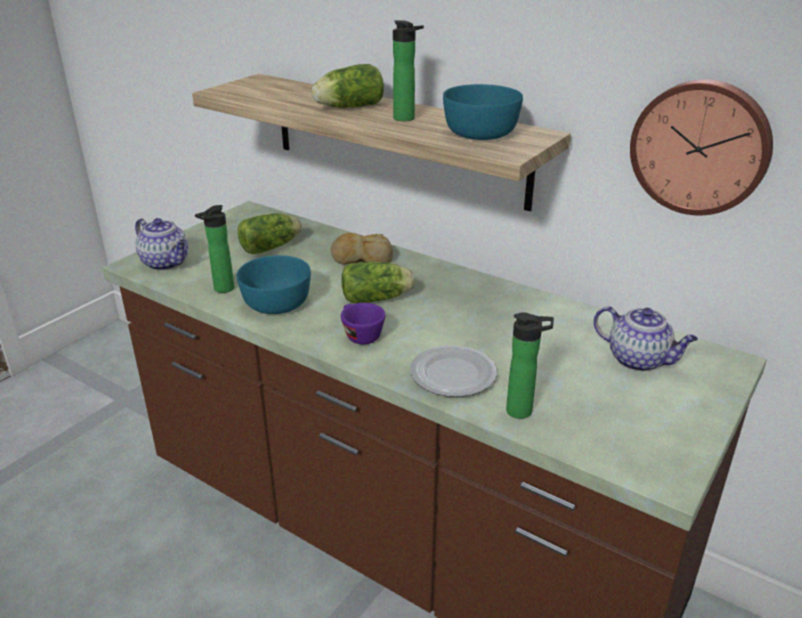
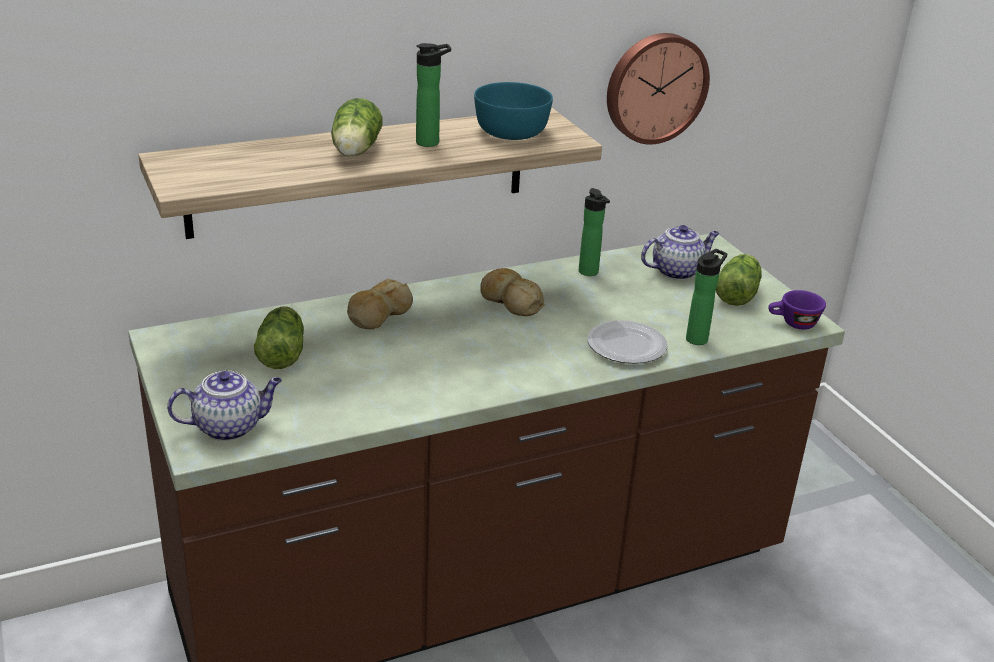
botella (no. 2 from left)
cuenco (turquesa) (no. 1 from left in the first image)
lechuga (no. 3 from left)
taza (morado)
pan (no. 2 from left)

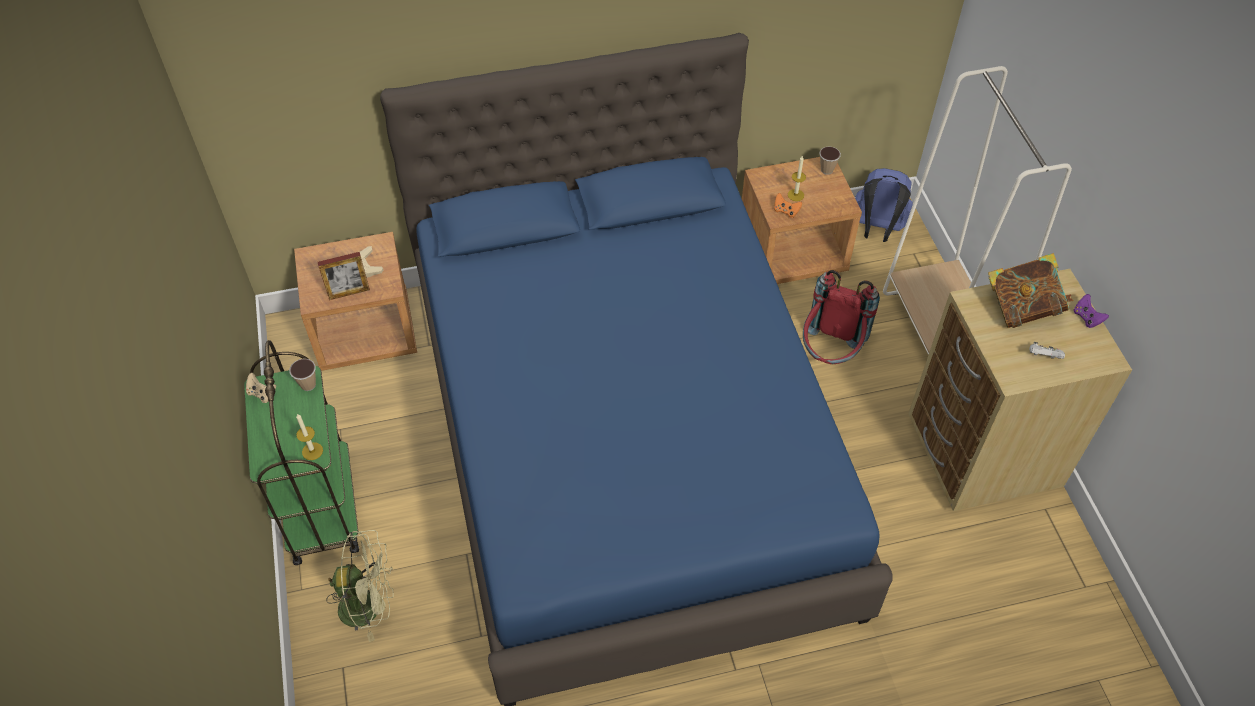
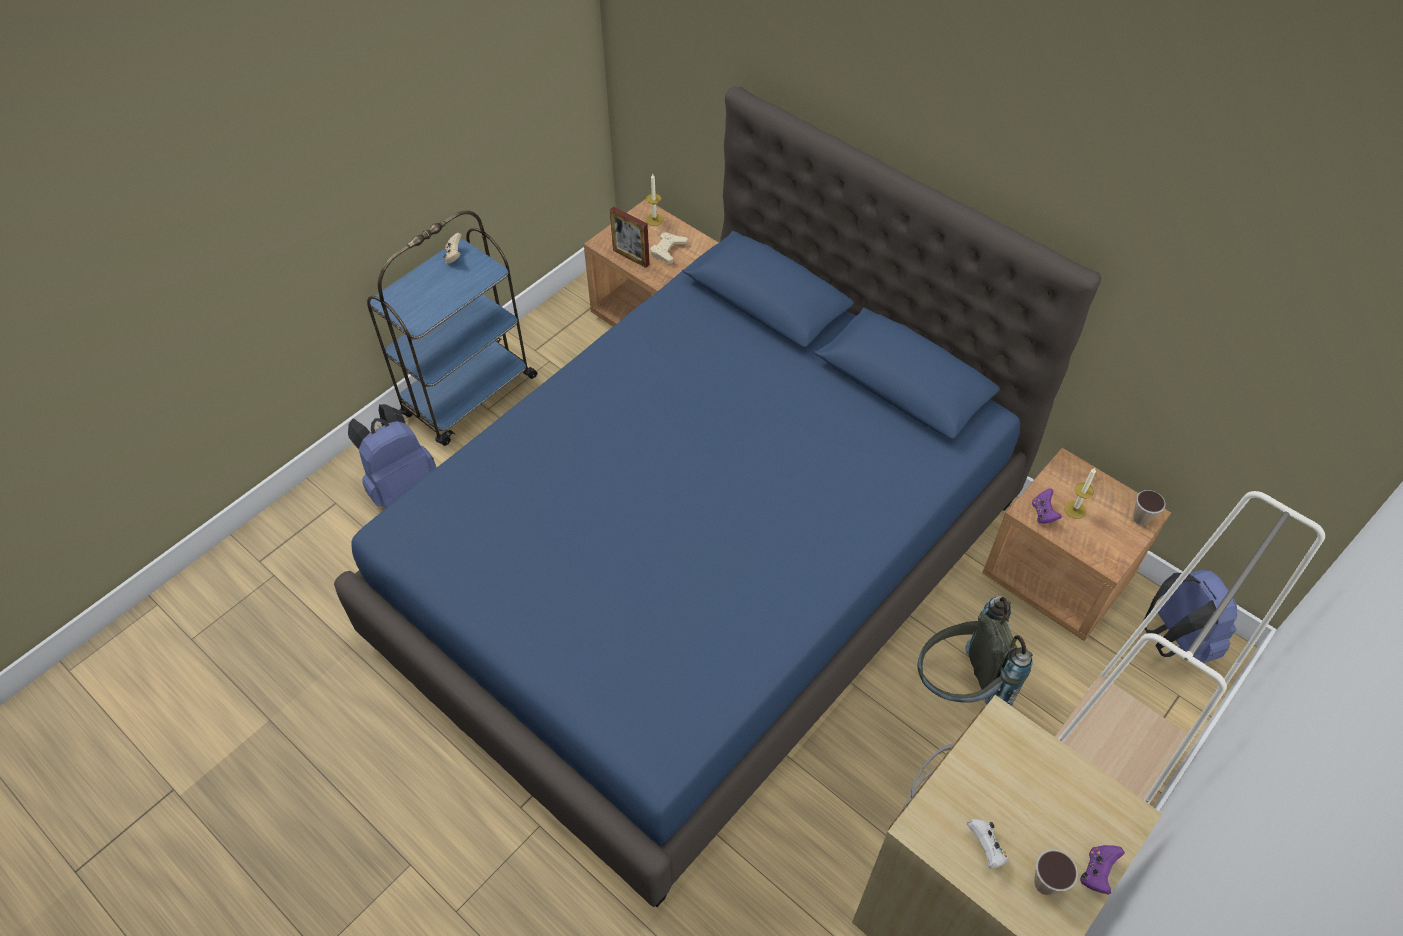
carrito (azul)
taza (no. 1 from left)
vela (no. 1 from left)
mochila (azul) (no. 1 from left)
mando de consola (morado) (no. 1 from left)
mochila (gris)
libro

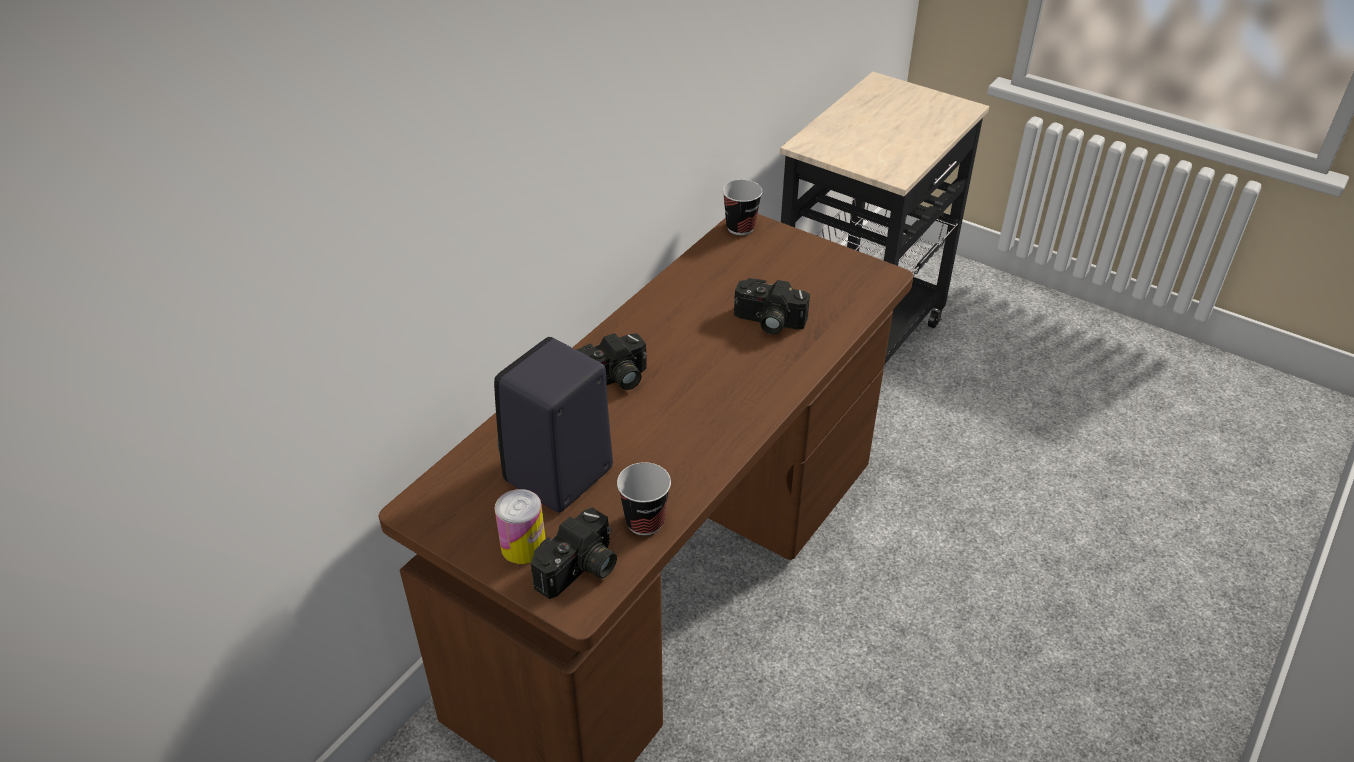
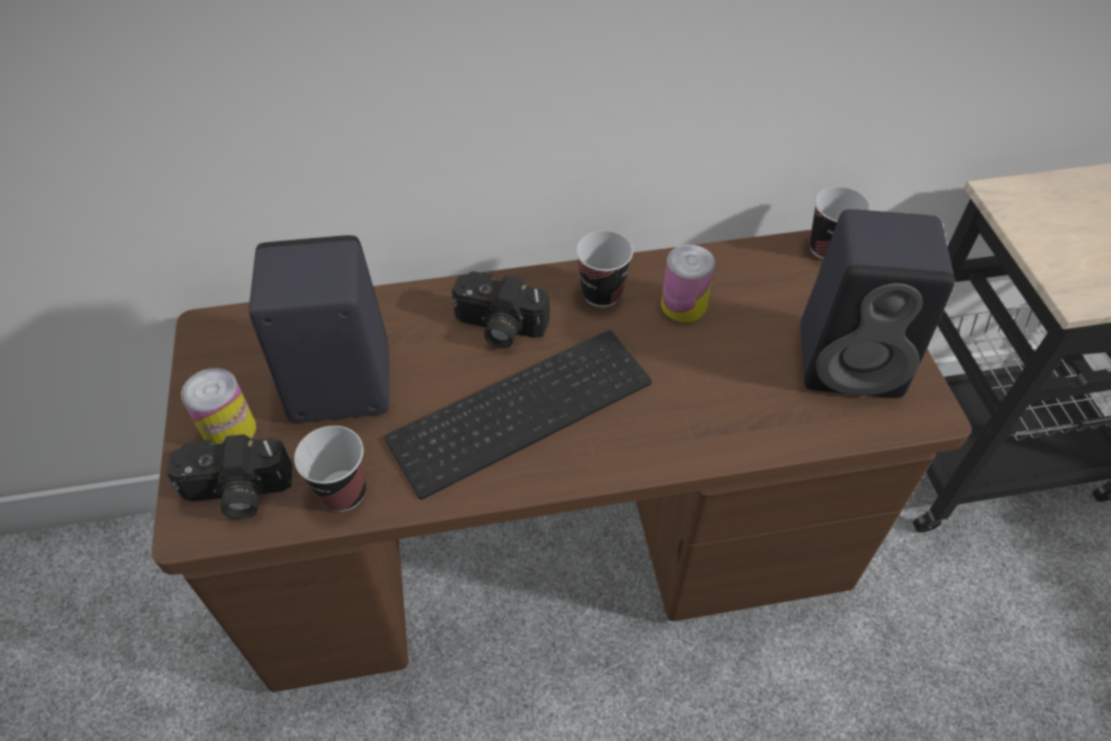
cámara (no. 3 from left in the first image)
teclado
taza (no. 2 from left)
lata (no. 2 from left)
altavoz (negro) (no. 2 from left)

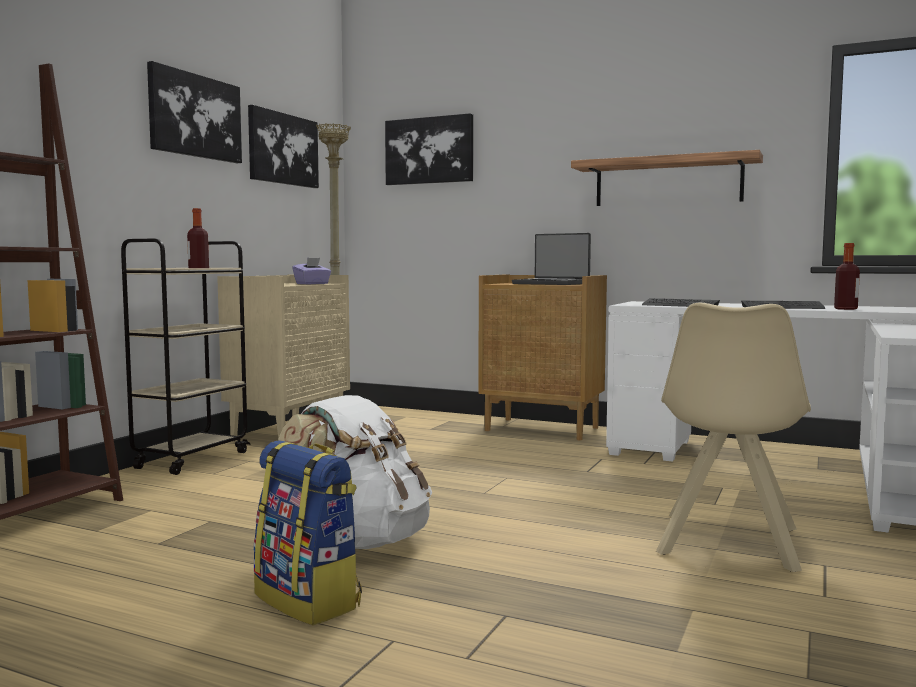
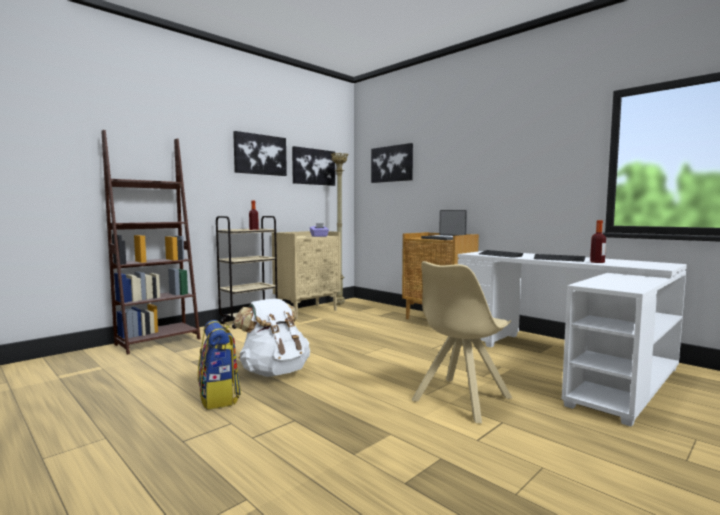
estante

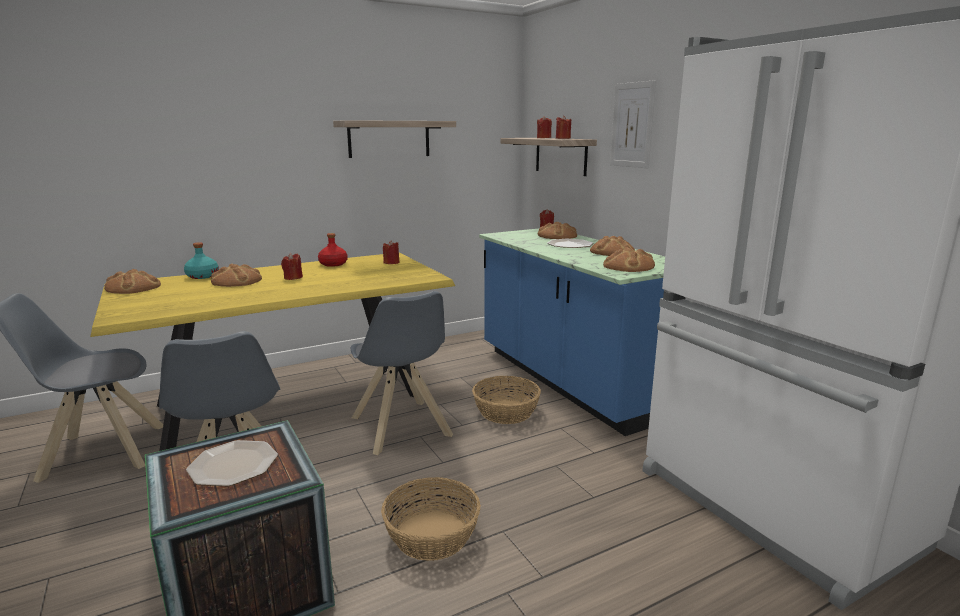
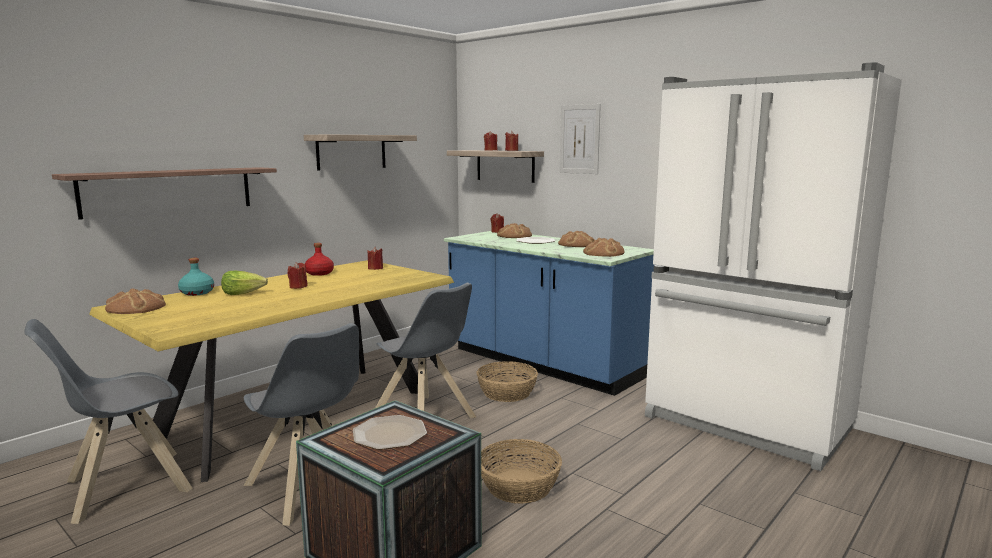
lechuga
estante (no. 1 from left)

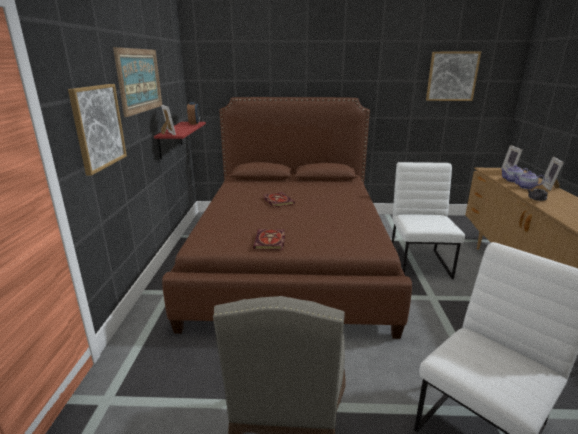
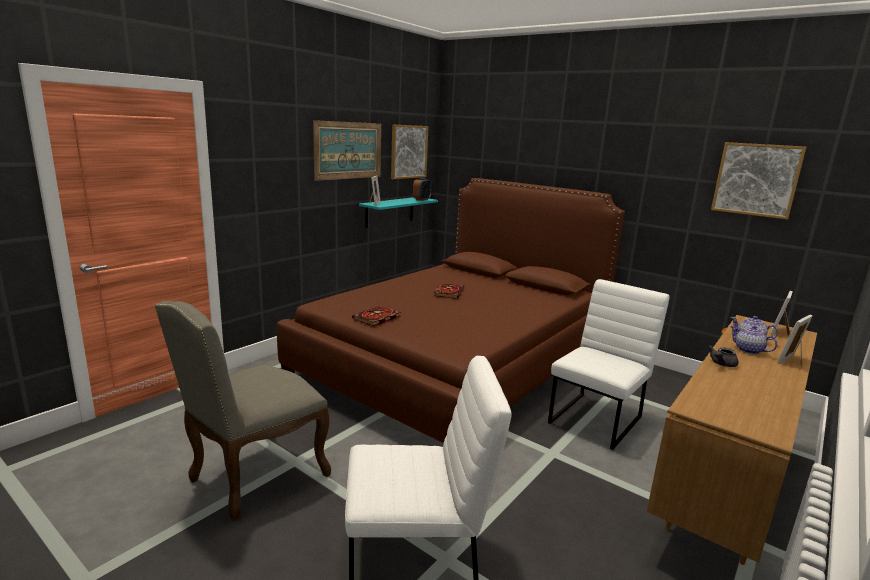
cuadro (no. 2 from left)
estante (turquesa)

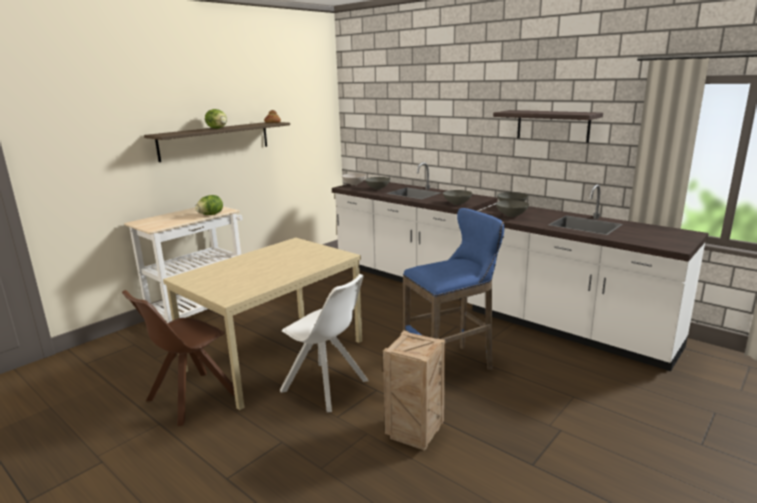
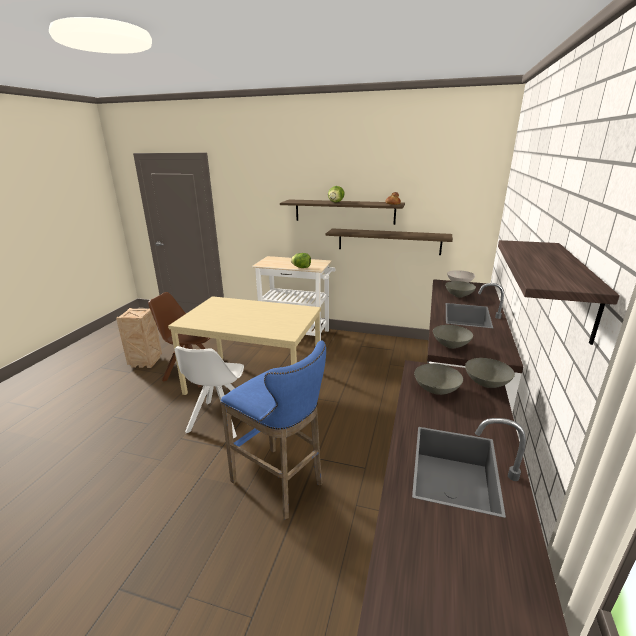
caja de embalaje
estante (no. 2 from left)

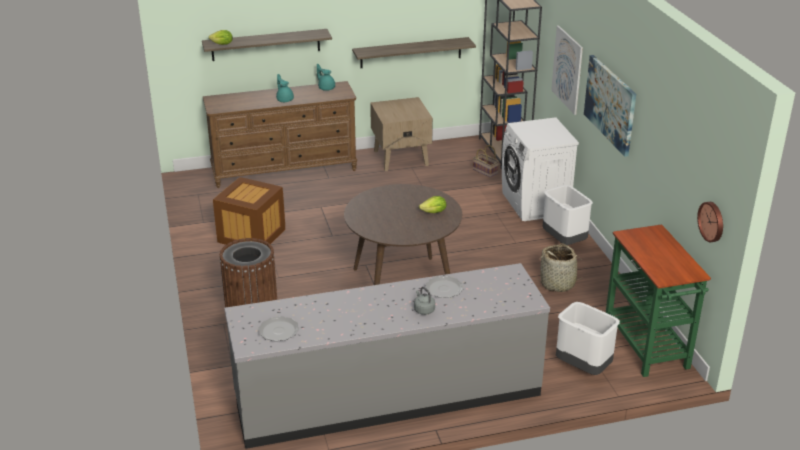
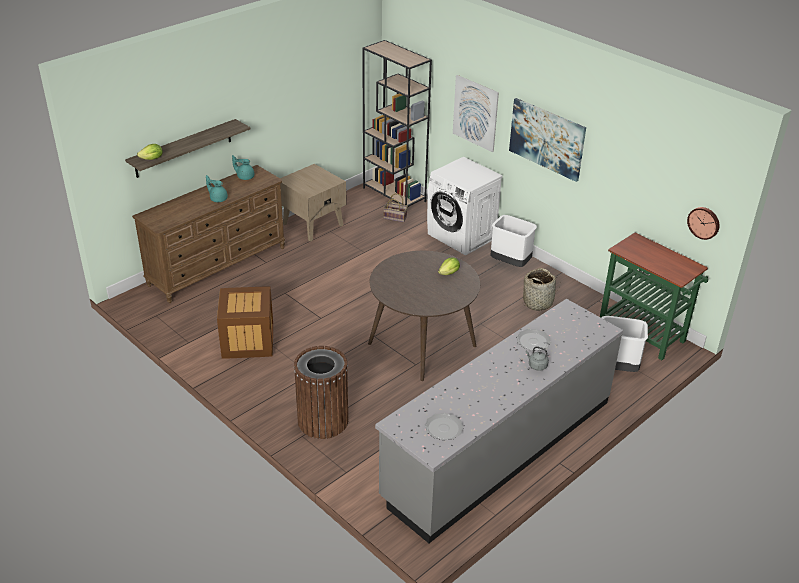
estante (no. 2 from left in the first image)

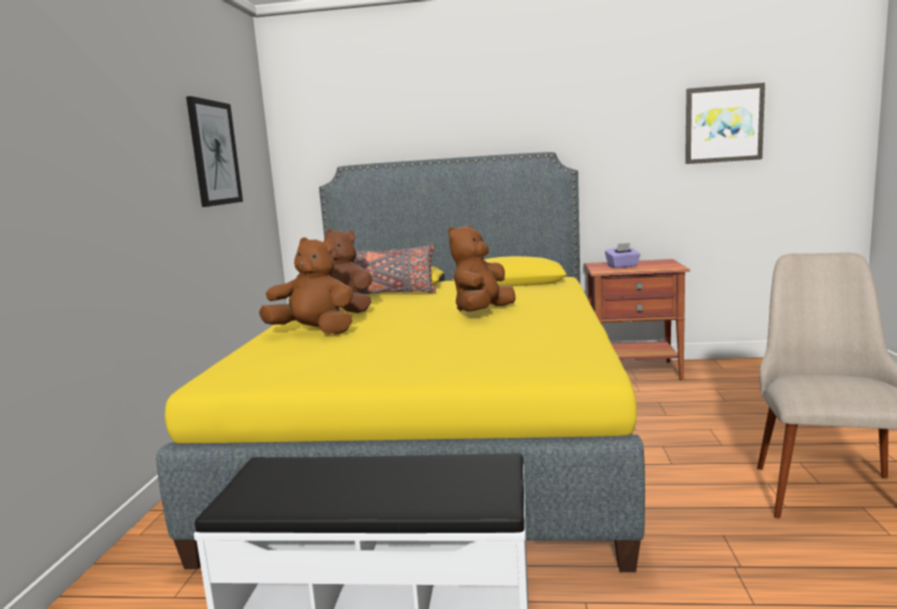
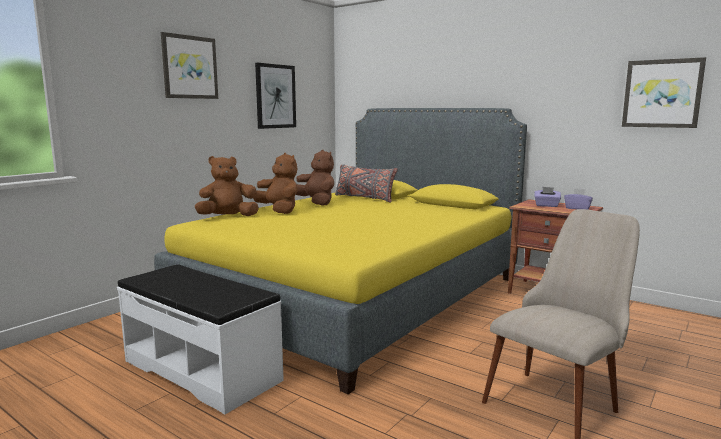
peluche (marrón) (no. 1 from left)
cuadro (no. 1 from left)
caja de pañuelos (morado) (no. 2 from left)

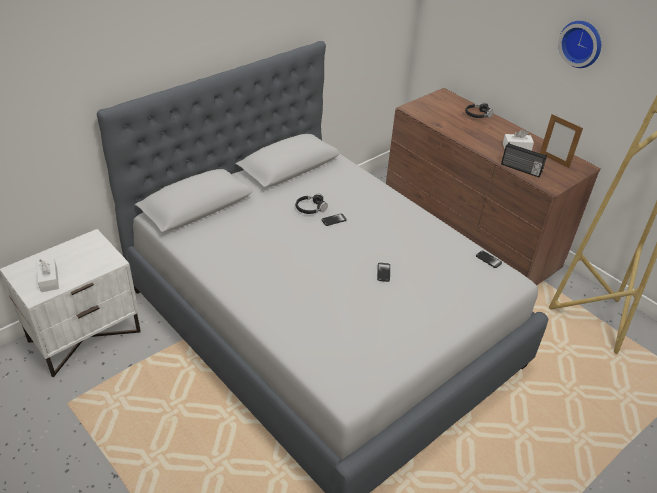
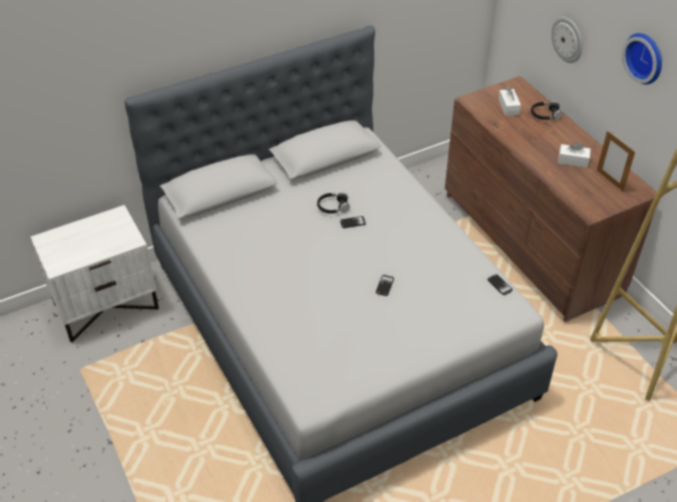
caja de pañuelos (blanco) (no. 1 from left)
radio
reloj de pared (no. 1 from left)

